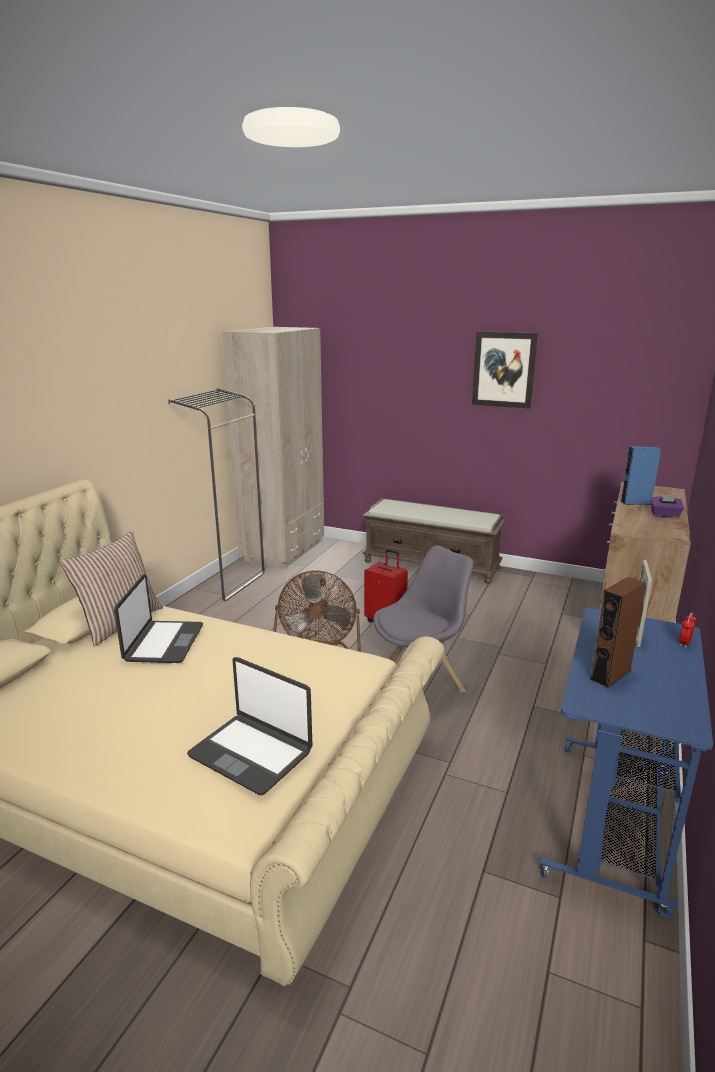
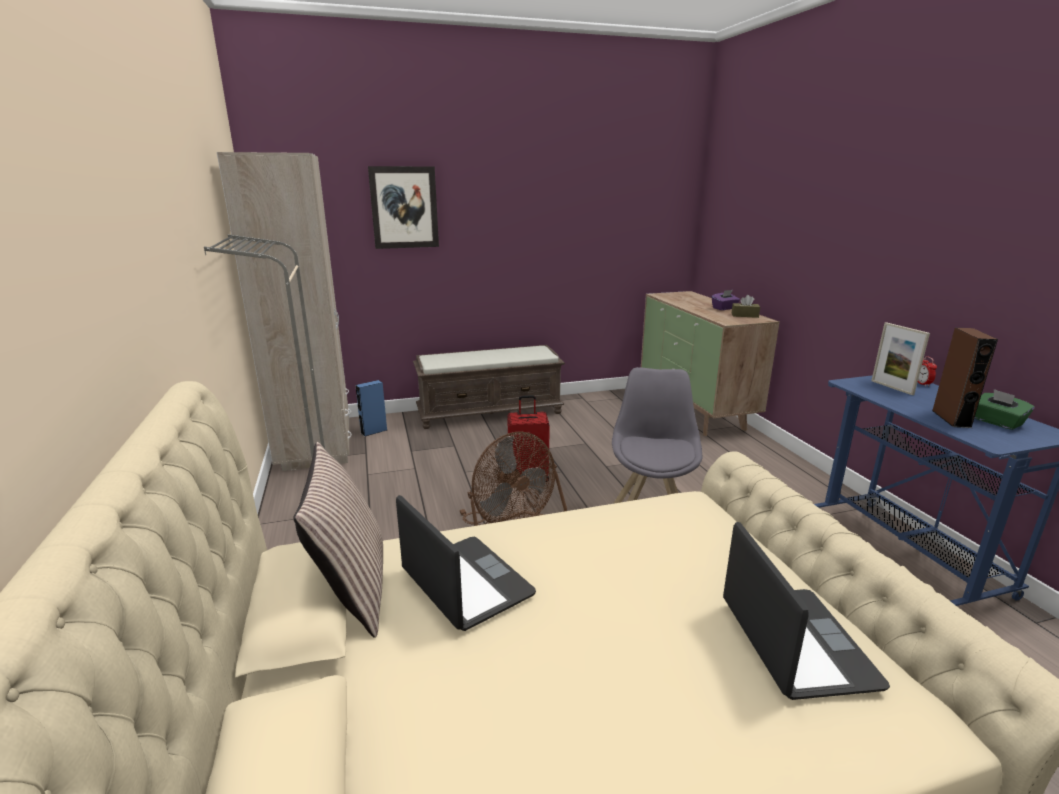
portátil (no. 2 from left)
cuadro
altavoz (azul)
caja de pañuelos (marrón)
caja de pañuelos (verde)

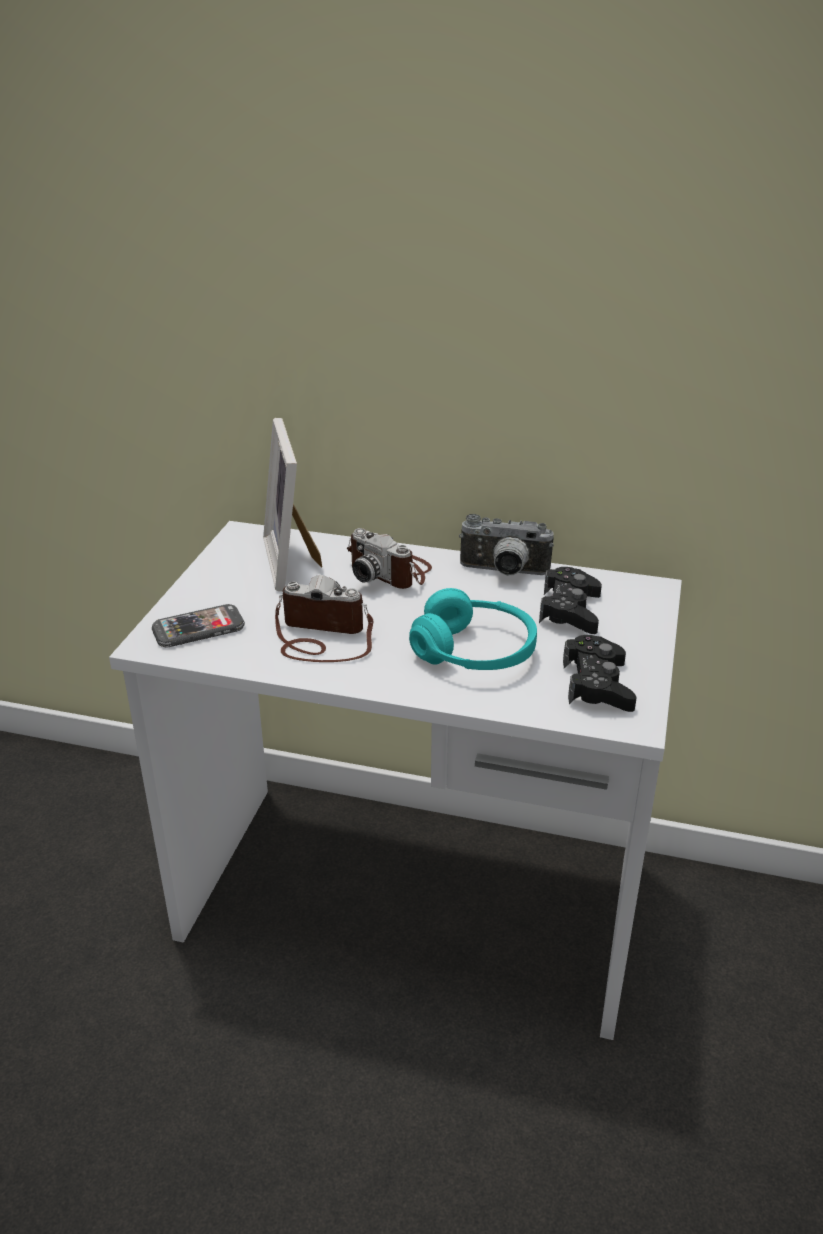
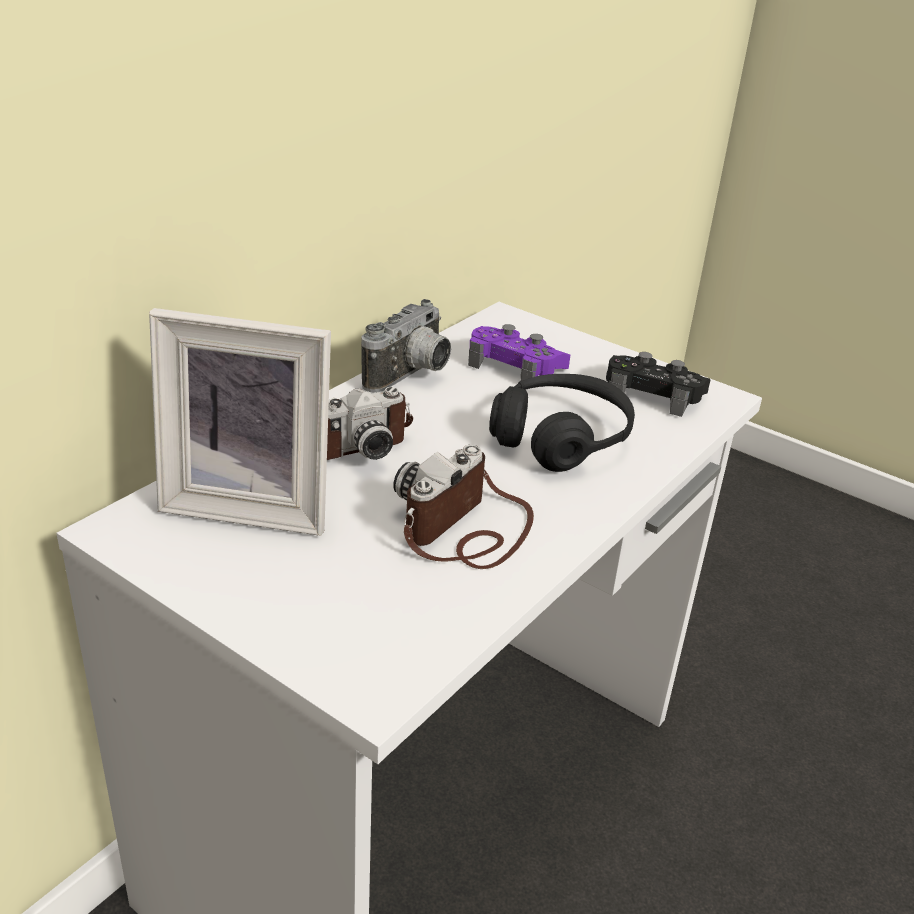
móvil
auriculares (negro)
mando de consola (morado)

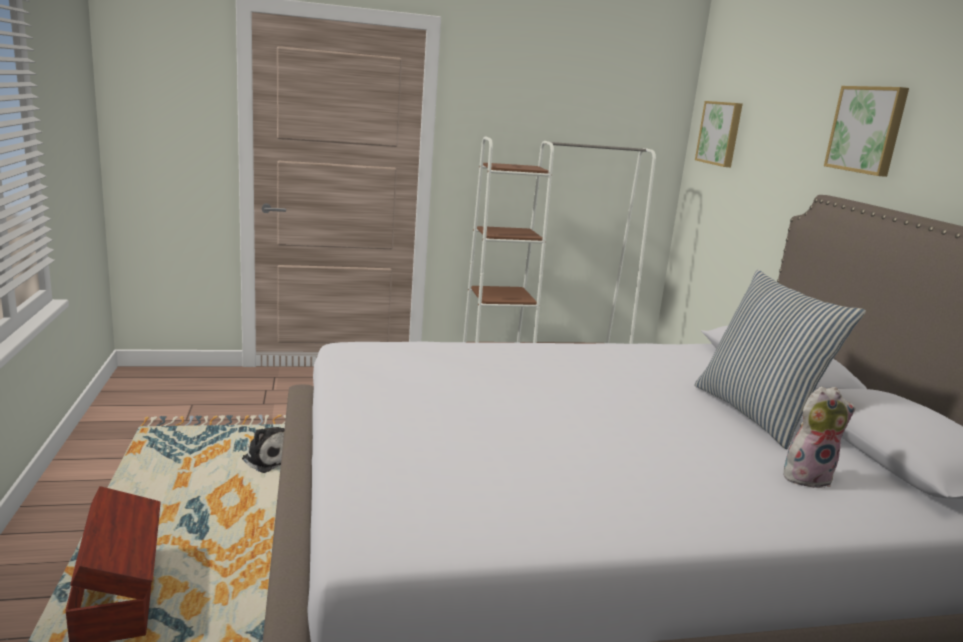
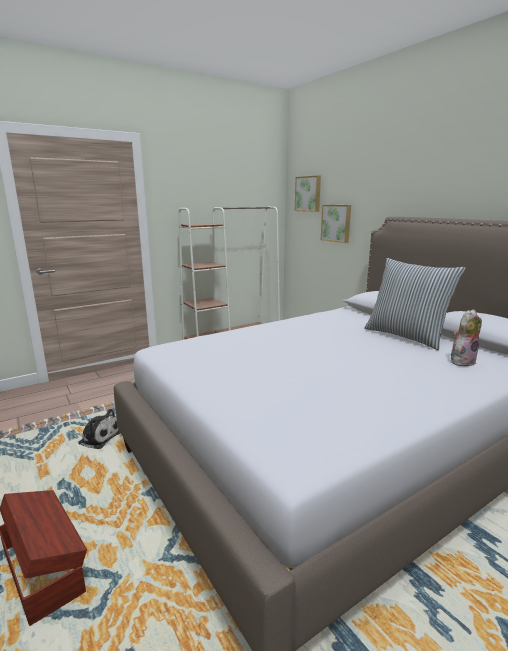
cuadro (no. 2 from left)

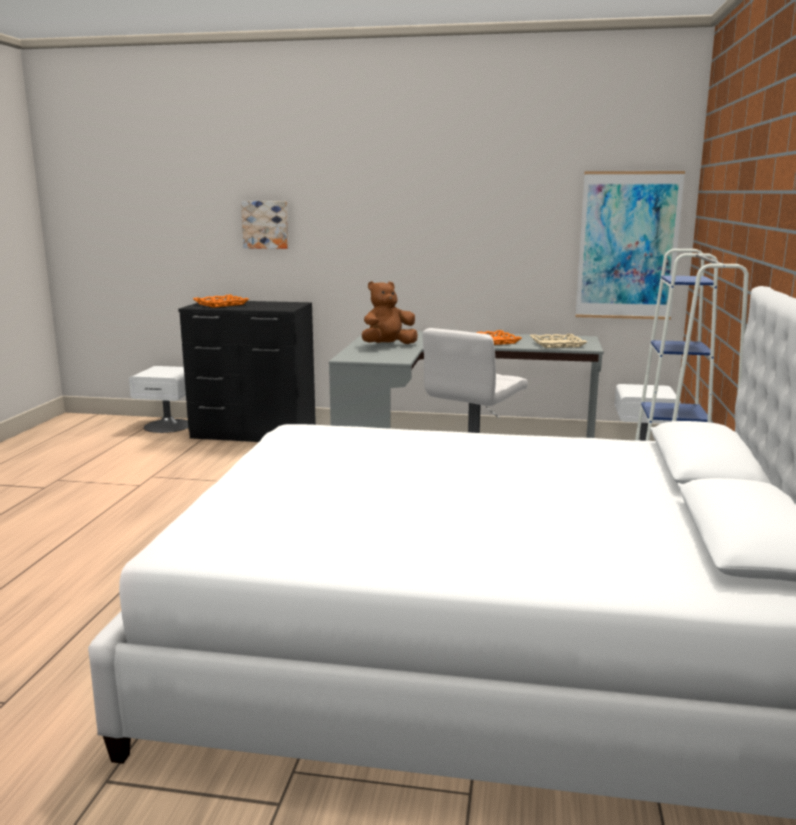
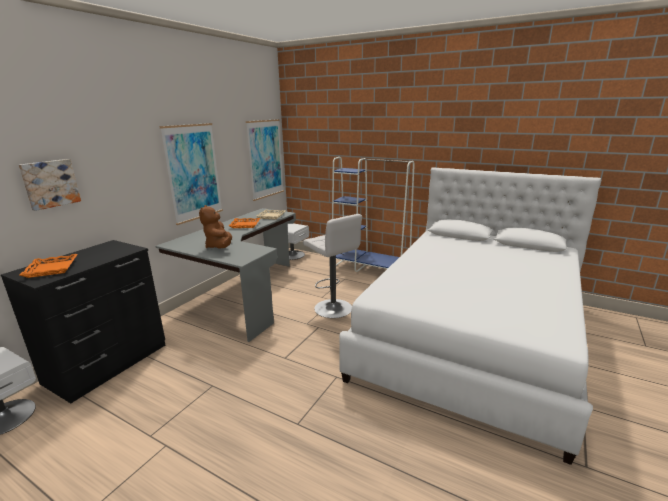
cuadro (no. 2 from left)

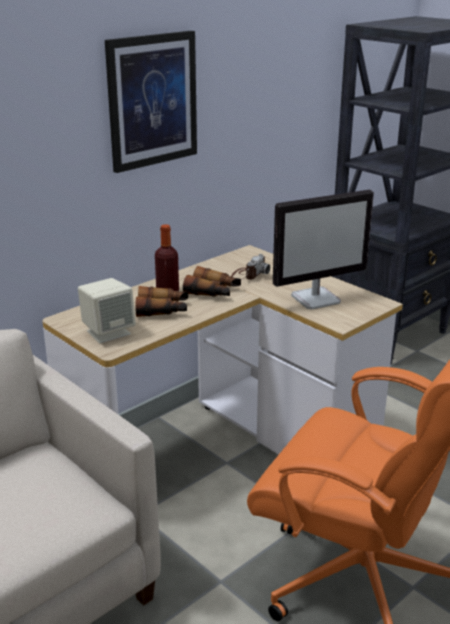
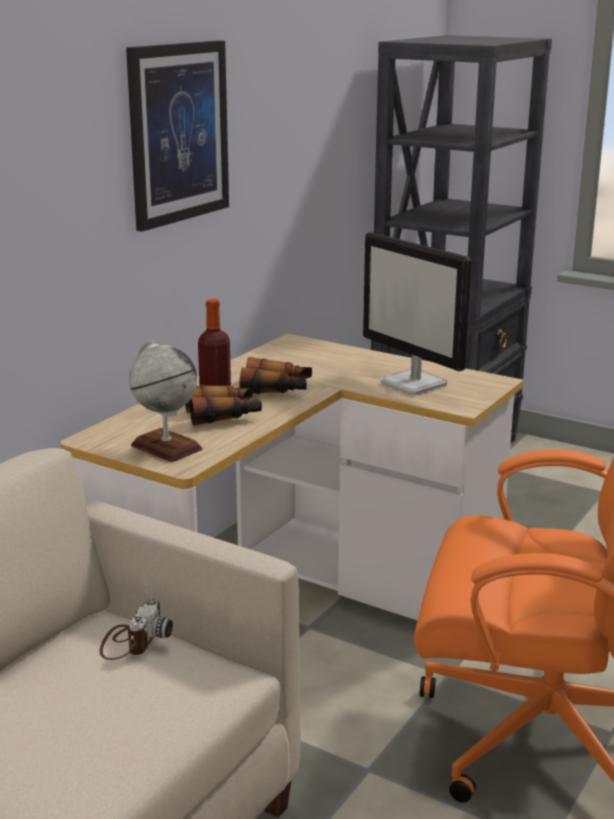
globo terráqueo
cámara
monitor

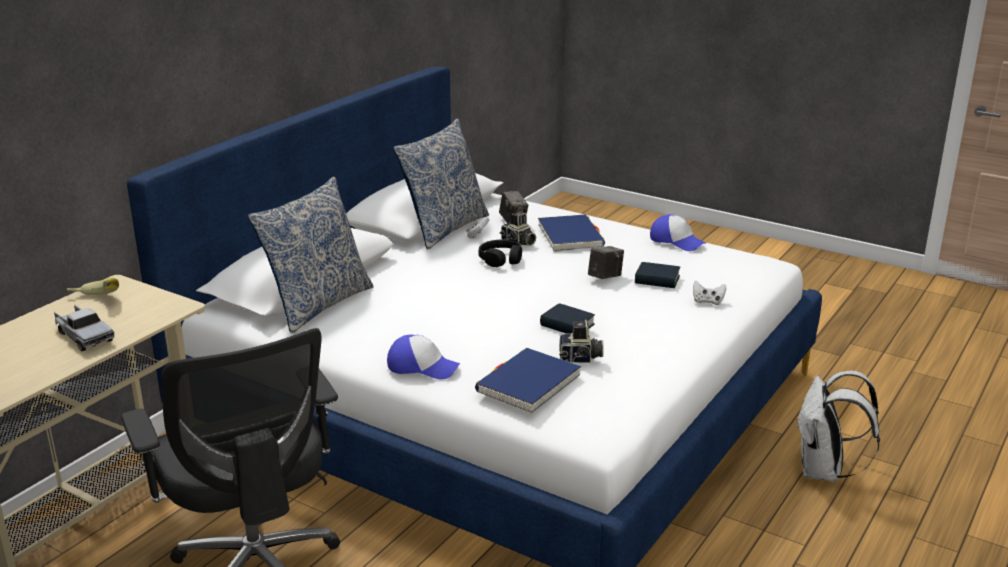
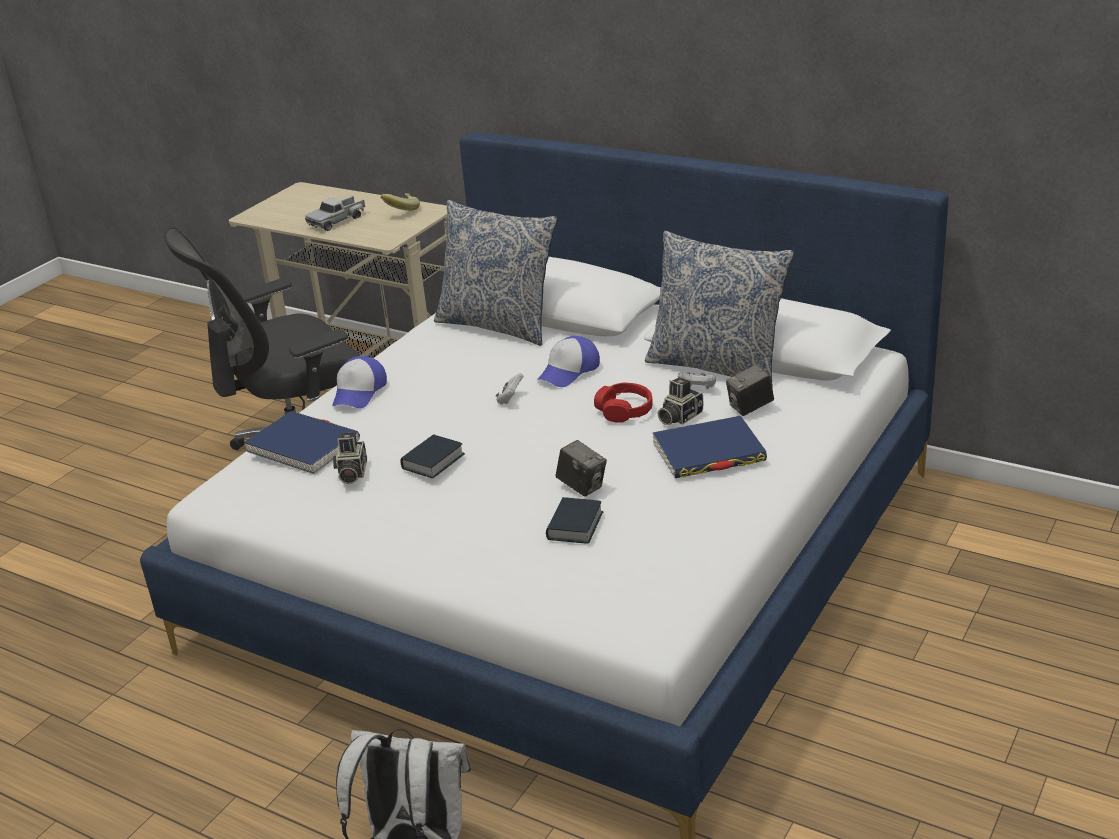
auriculares (rojo)
gorra (no. 2 from left)
mando de consola (blanco) (no. 1 from left)

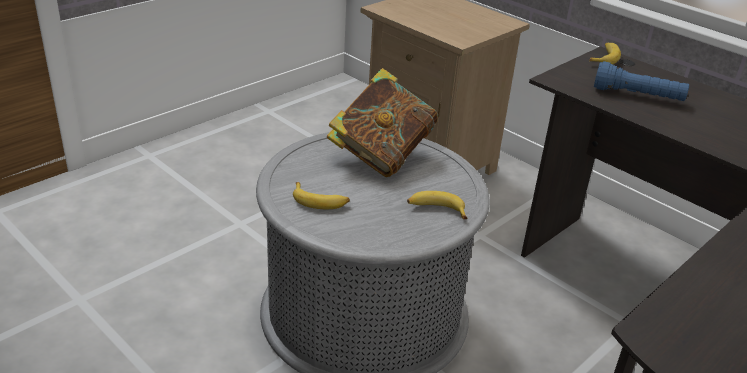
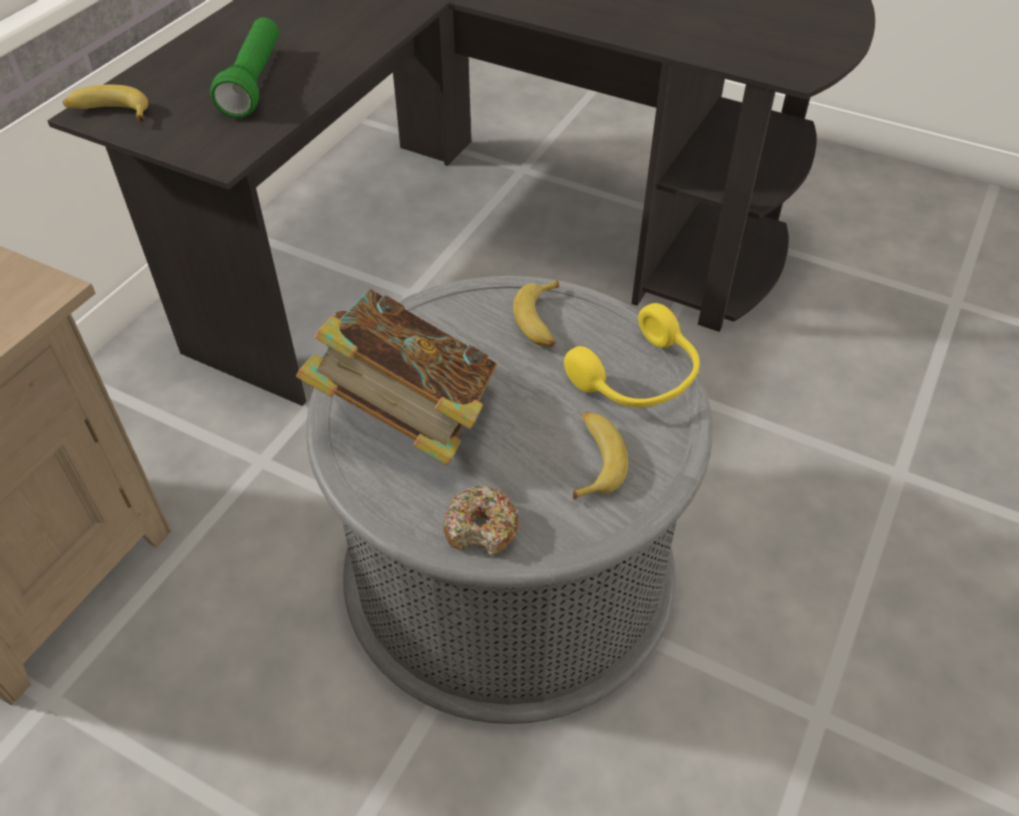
linterna (verde)
rosquilla
auriculares (amarillo)

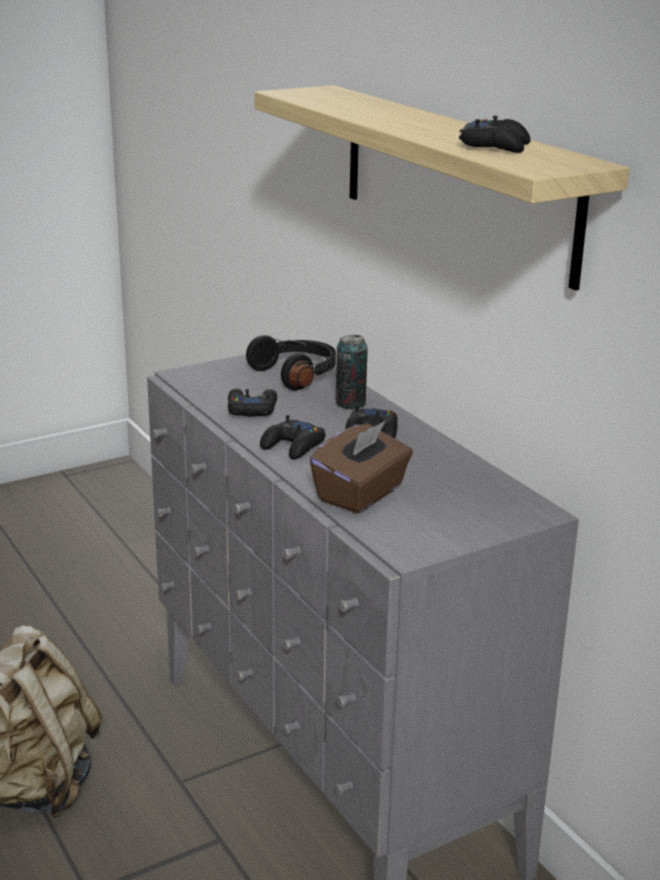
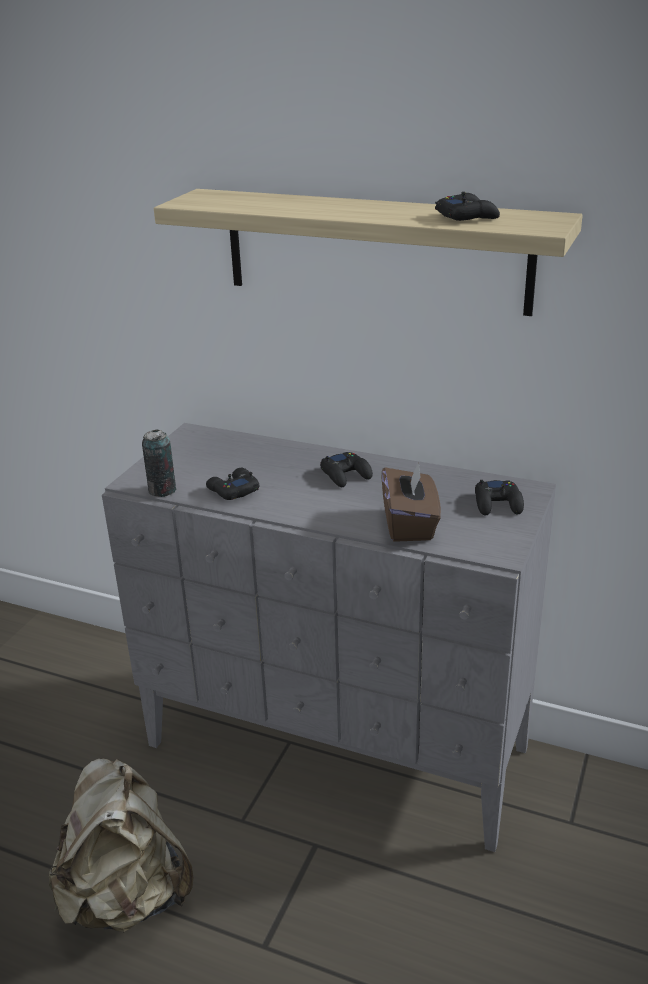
auriculares (negro)
mando de consola (negro) (no. 4 from left)
lata

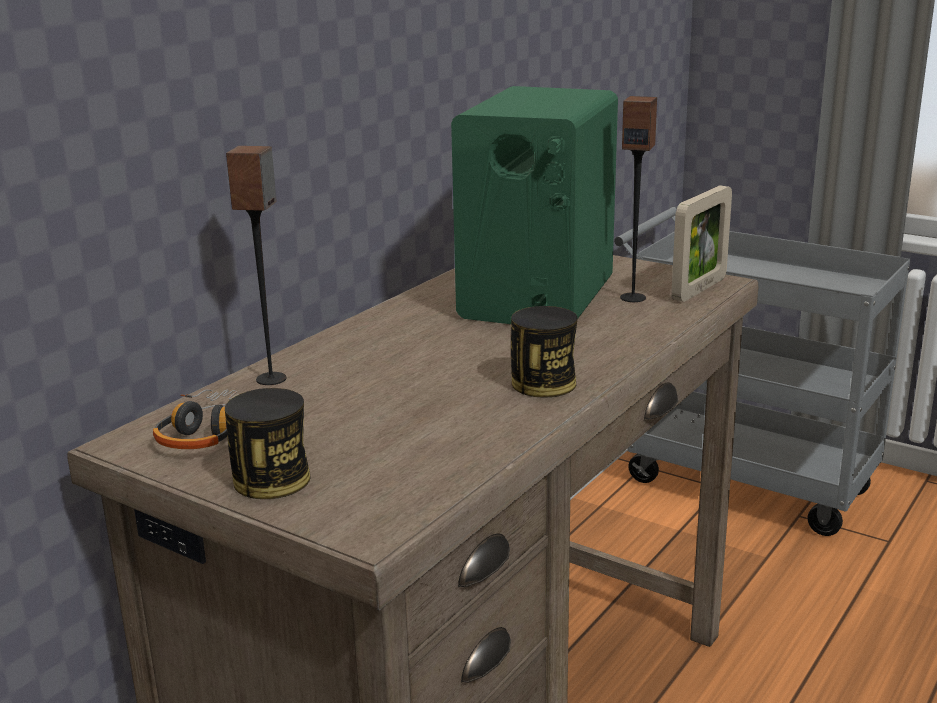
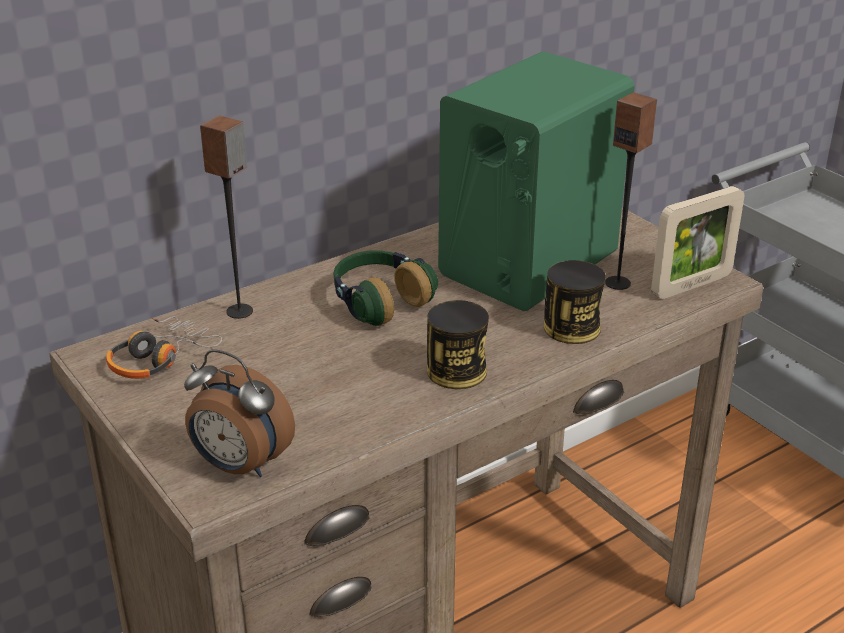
lata (no. 2 from left)
despertador
auriculares (no. 2 from left)

